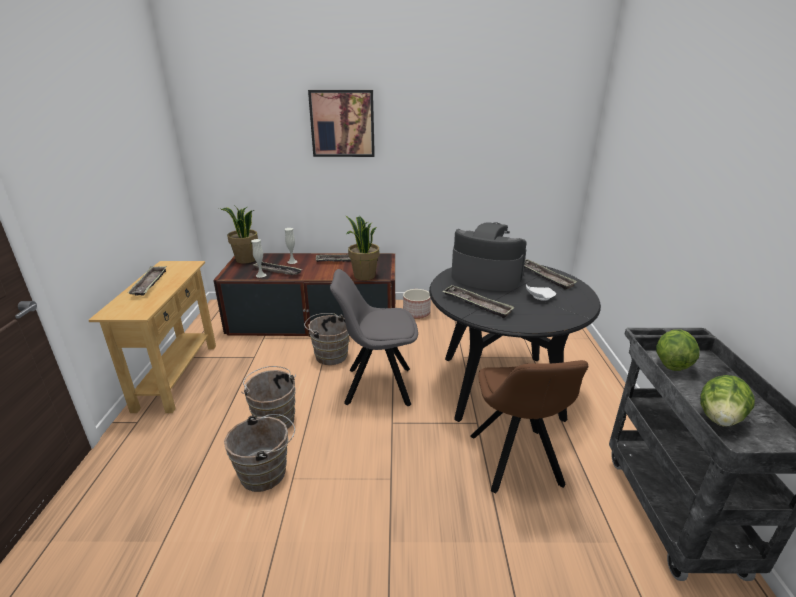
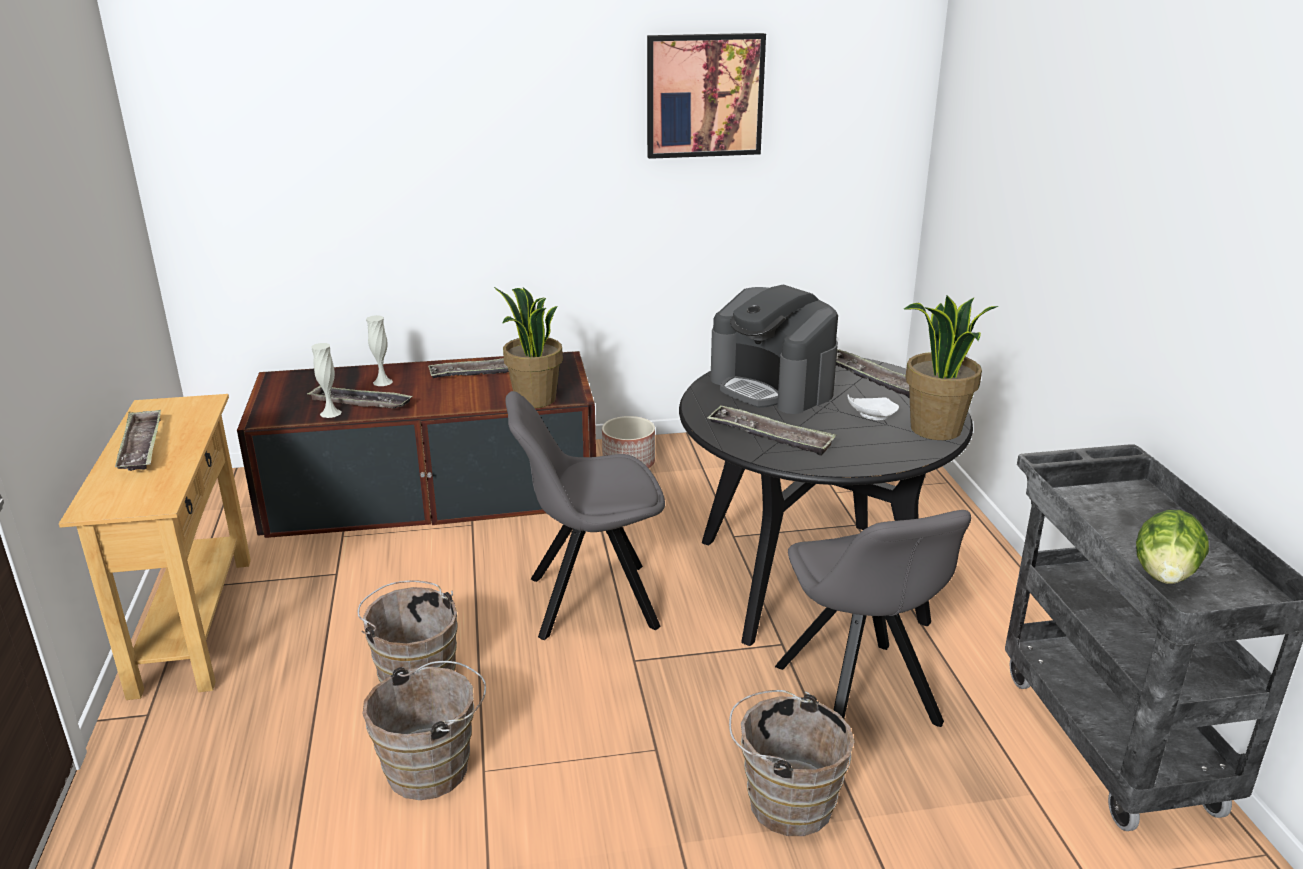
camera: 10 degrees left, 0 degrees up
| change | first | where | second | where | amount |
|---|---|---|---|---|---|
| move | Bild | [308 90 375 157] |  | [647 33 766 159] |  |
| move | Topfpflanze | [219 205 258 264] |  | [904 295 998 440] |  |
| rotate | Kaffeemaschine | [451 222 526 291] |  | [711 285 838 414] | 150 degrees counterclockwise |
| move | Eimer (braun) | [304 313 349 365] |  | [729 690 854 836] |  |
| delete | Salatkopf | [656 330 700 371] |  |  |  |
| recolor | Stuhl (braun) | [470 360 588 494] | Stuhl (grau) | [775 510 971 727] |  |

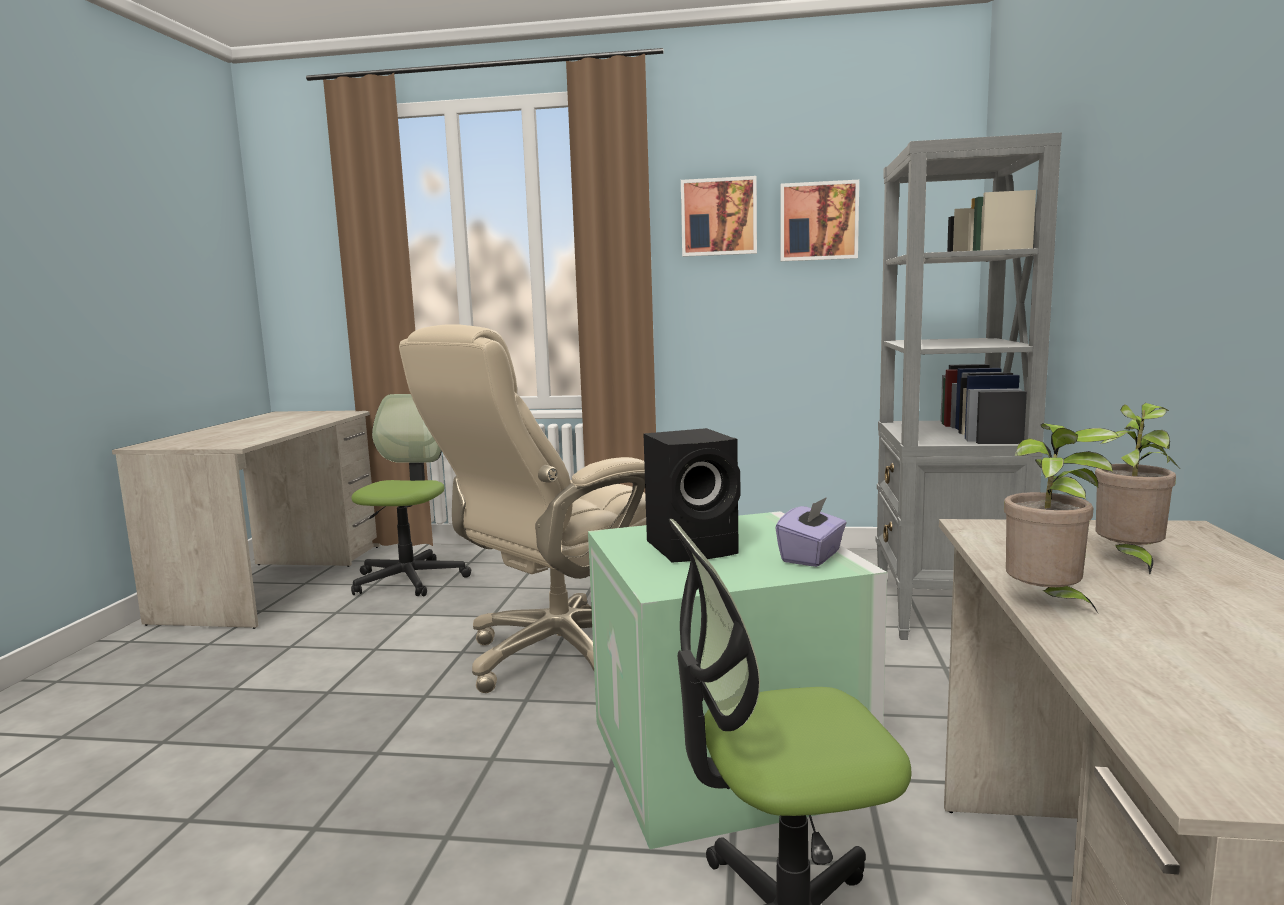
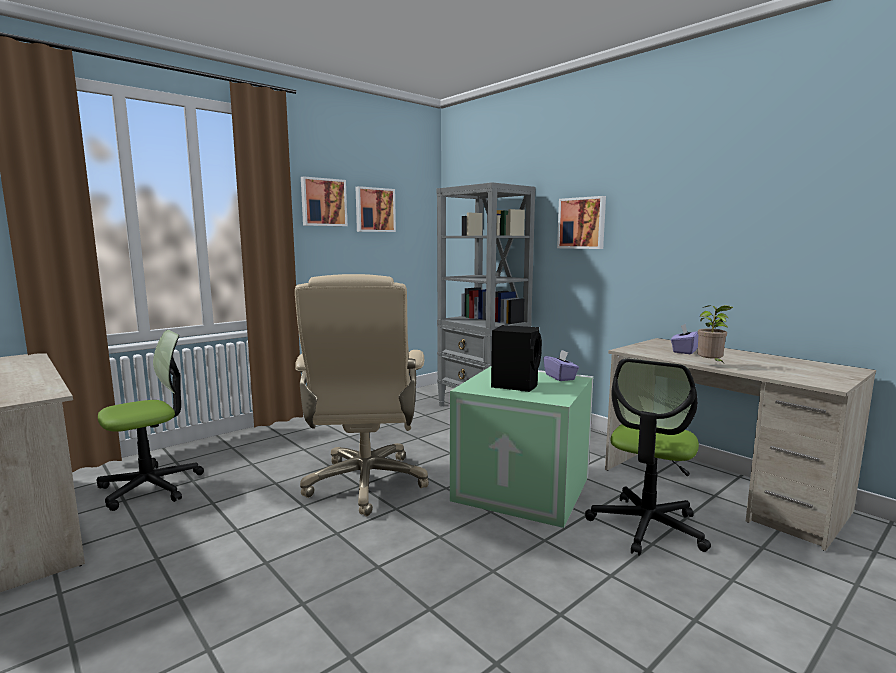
camera: 50 degrees left, 0 degrees up
| change | first | where | second | where | amount |
|---|---|---|---|---|---|
| rotate | Bürostuhl | [351 394 471 596] |  | [96 330 204 511] | 90 degrees clockwise |
| replace | Topfpflanze | [1095 403 1179 574] | Taschentuchbox (lila) | [671 324 698 354] |  |
| insert |  |  | Bild | [557 196 606 249] |  |

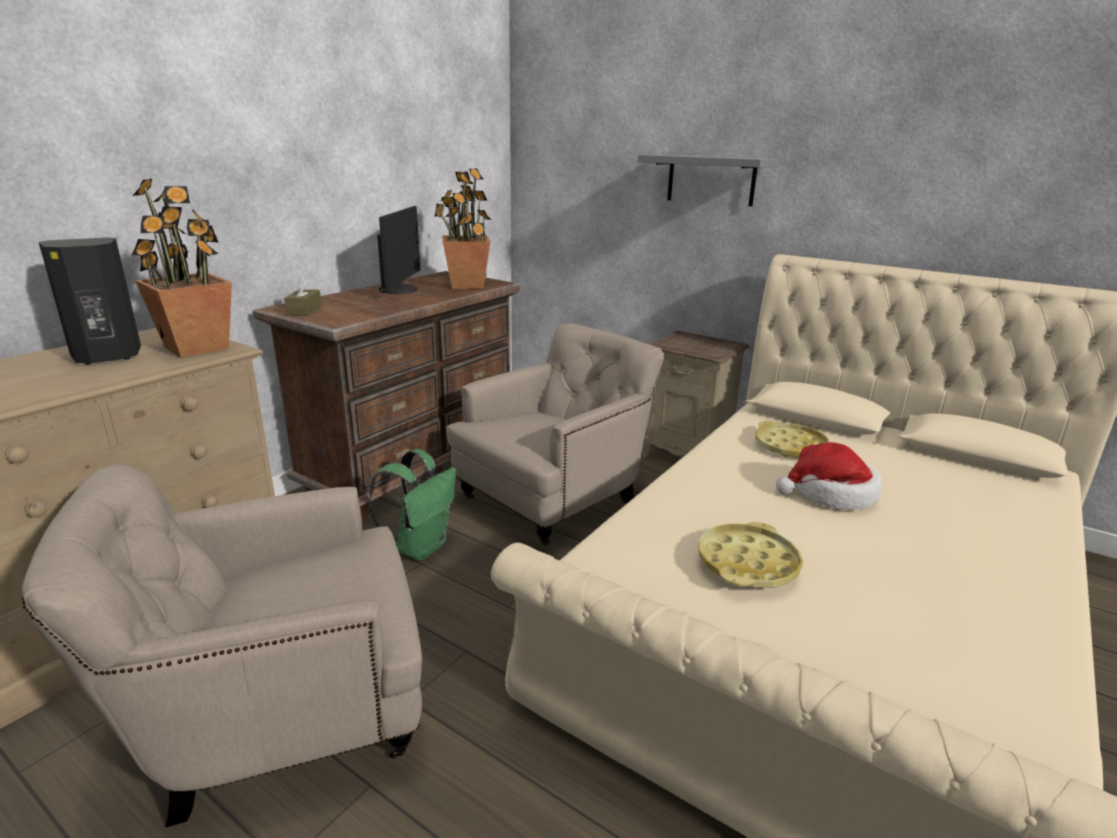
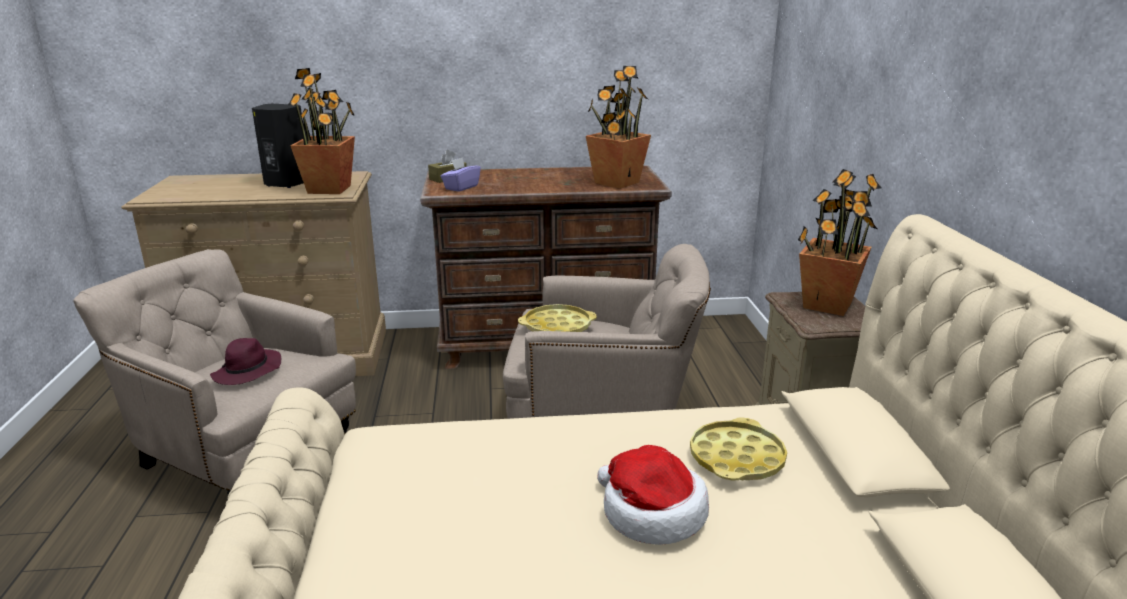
camera: 50 degrees right, 0 degrees up
| change | first | where | second | where | amount |
|---|---|---|---|---|---|
| delete | Wandregal (grau) | [638 155 776 206] |  |  |  |
| delete | Monitor | [377 206 420 294] |  |  |  |
| delete | Rucksack (grün) | [368 449 456 560] |  |  |  |
| move | Tablett (gelb) | [698 522 803 588] |  | [518 304 597 332] |  |
| insert |  |  | Taschentuchbox (lila) | [441 157 481 192] |  |
| insert |  |  | Topfpflanze | [798 169 882 316] |  |
| insert |  |  | Hut (lila) | [210 338 281 385] |  |

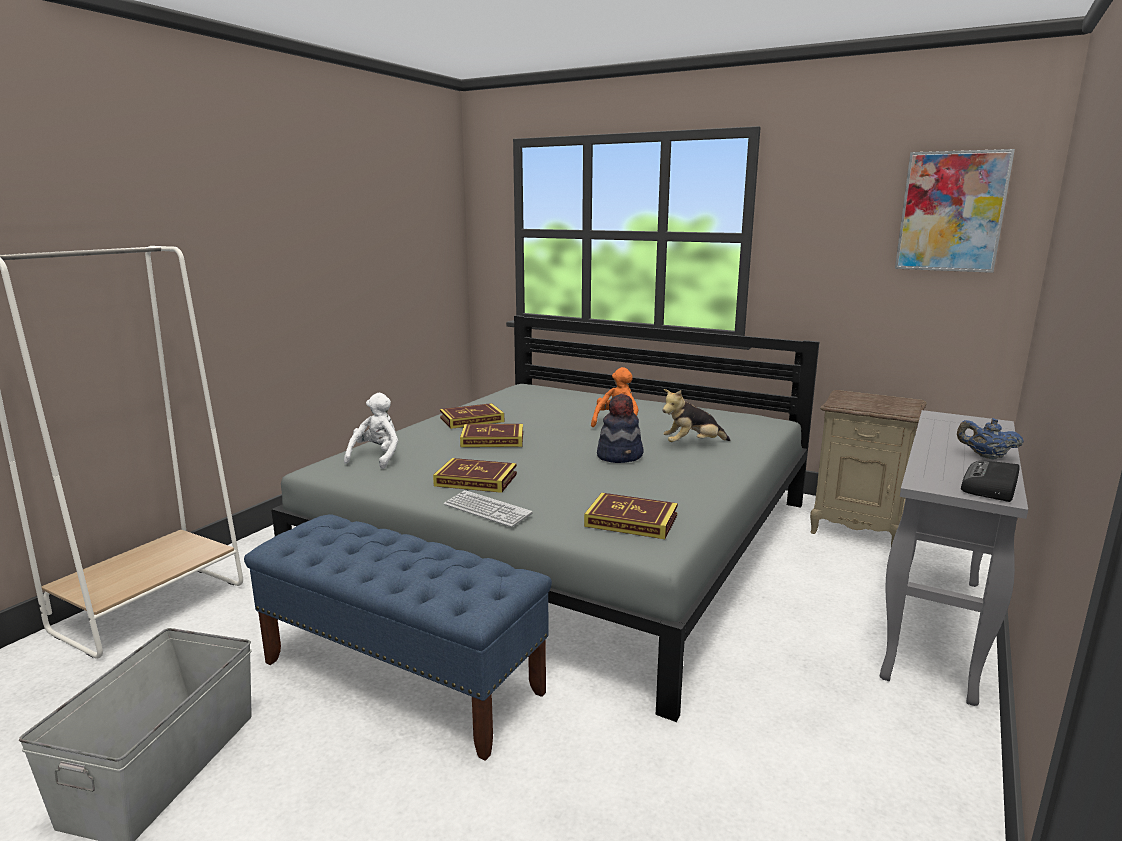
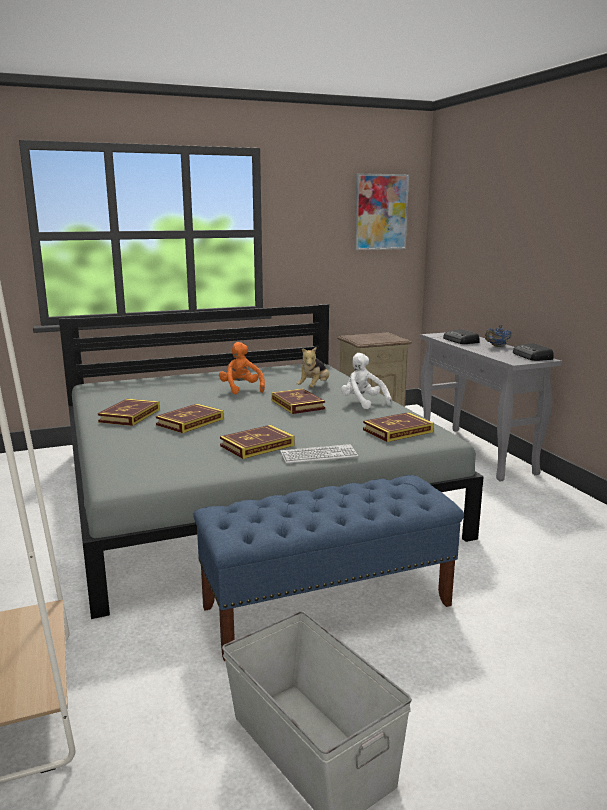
camera: 50 degrees left, 0 degrees up
| change | first | where | second | where | amount |
|---|---|---|---|---|---|
| move | Plüschtier (weiß) | [344 393 398 469] |  | [341 353 392 409] |  |
| replace | Hut | [597 394 644 463] | Buch | [271 388 325 414] |  |
| insert |  |  | Radio | [443 329 480 344] |  |

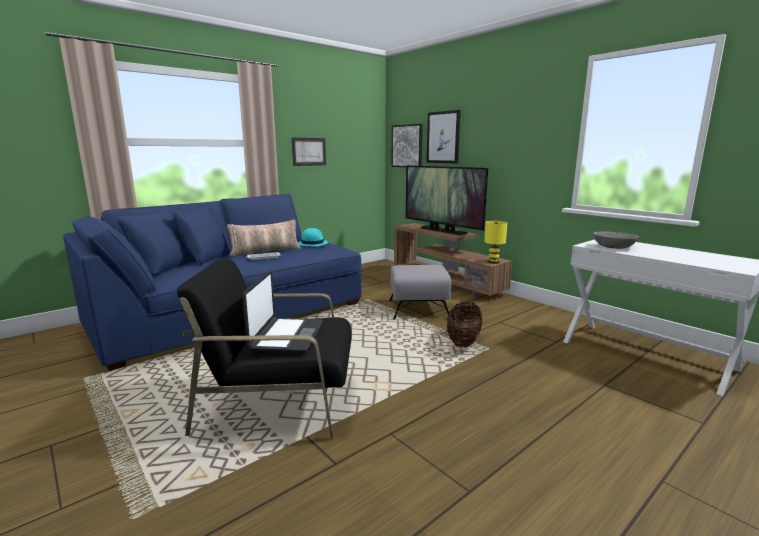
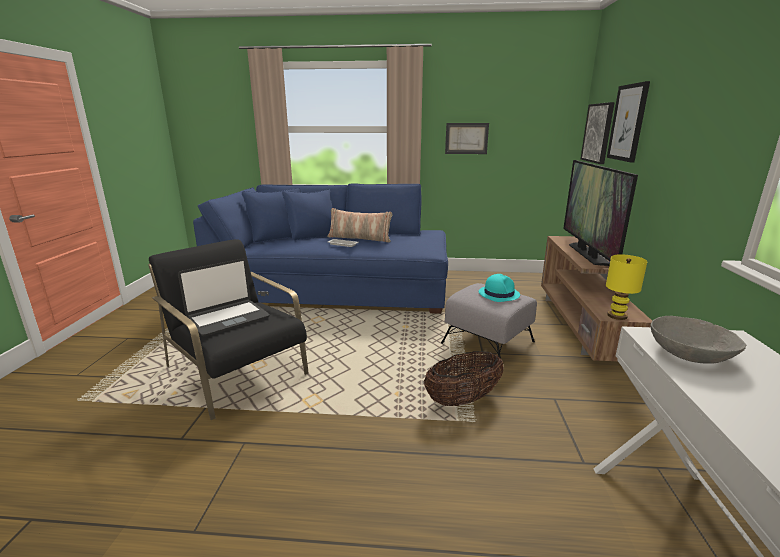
camera: 45 degrees right, 5 degrees up
| change | first | where | second | where | amount |
|---|---|---|---|---|---|
| move | Hut (türkis) | [298 228 328 247] |  | [479 274 520 302] |  |

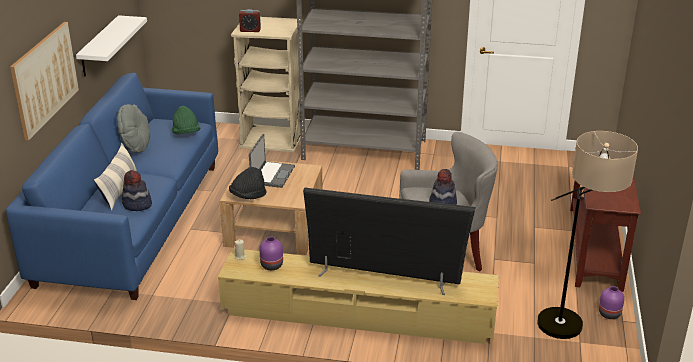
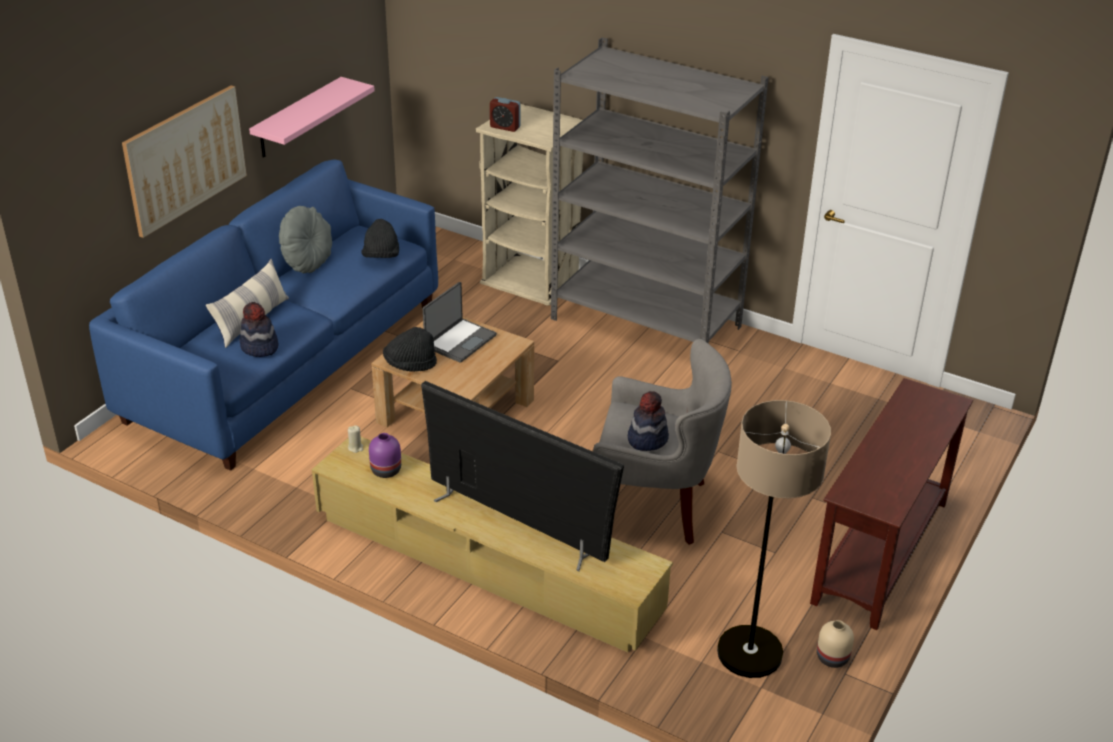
camera: 20 degrees right, 5 degrees up
| change | first | where | second | where | amount |
|---|---|---|---|---|---|
| recolor | Wandregal (weiß) | [76 15 147 76] | Wandregal (rosa) | [249 77 375 158] |  |
| recolor | Hut (grün) | [172 106 200 134] | Hut (schwarz) | [361 219 399 258] |  |
| recolor | Vase (lila) | [599 286 624 319] | Vase (beige) | [817 620 854 668] |  |

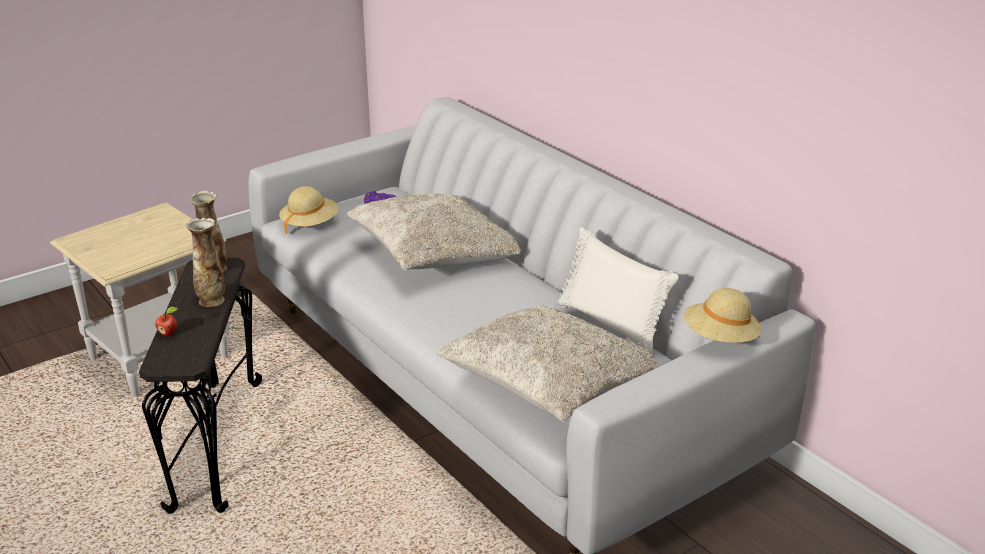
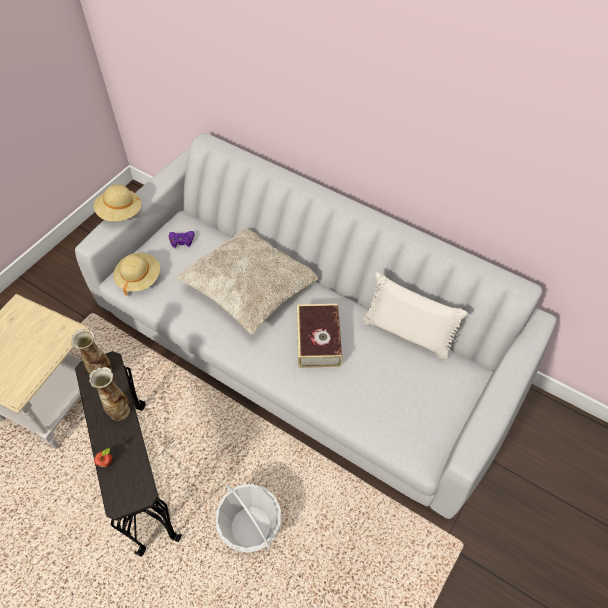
camera: 20 degrees left, 25 degrees up
| change | first | where | second | where | amount |
|---|---|---|---|---|---|
| move | Hut (beige) | [684 288 762 343] |  | [94 184 143 221] |  |
| delete | Kissen (beige) | [437 305 659 422] |  |  |  |
| insert |  |  | Buch | [297 304 342 368] |  |
| insert |  |  | Korb | [215 484 282 553] |  |

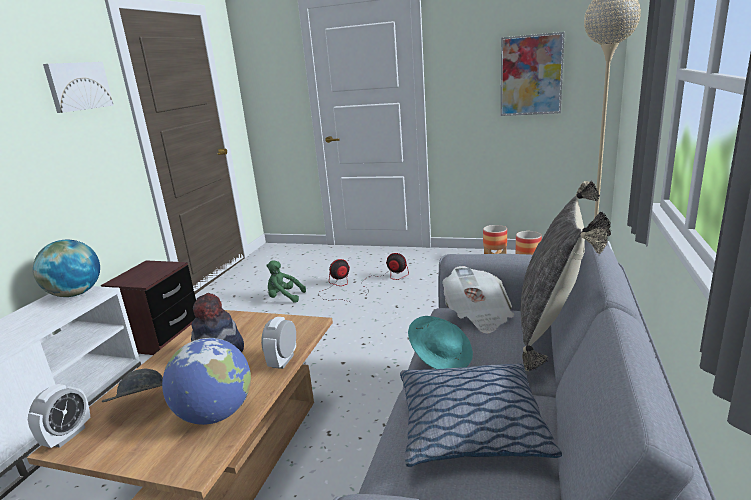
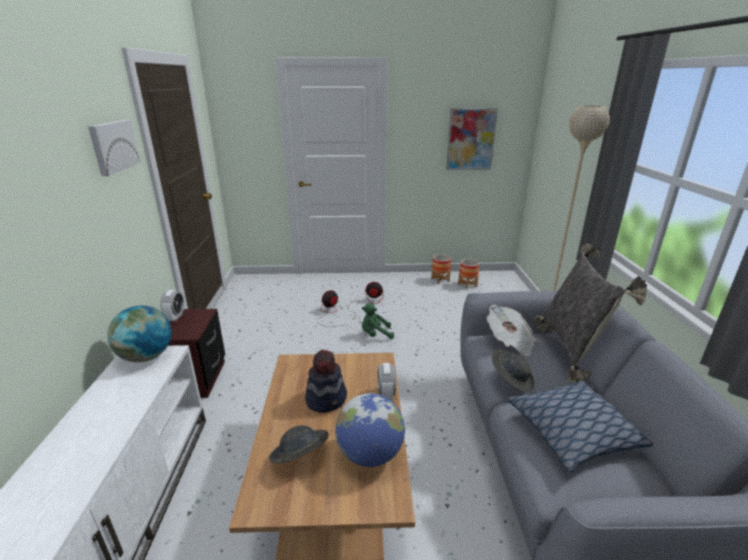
camera: 20 degrees left, 5 degrees up
| change | first | where | second | where | amount |
|---|---|---|---|---|---|
| move | Plüschtier (grün) | [266 260 306 303] |  | [362 303 394 339] |  |
| recolor | Hut (türkis) | [408 316 473 369] | Hut (grau) | [492 349 534 392] |  |
| move | Wecker | [28 384 91 448] |  | [160 290 184 322] |  |

